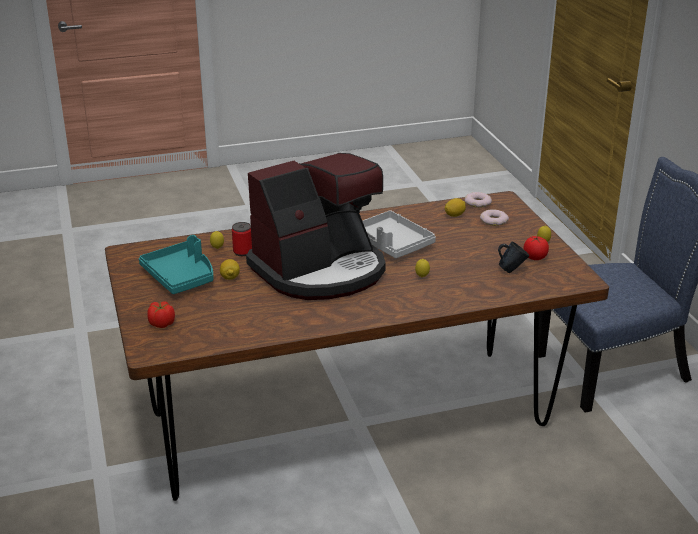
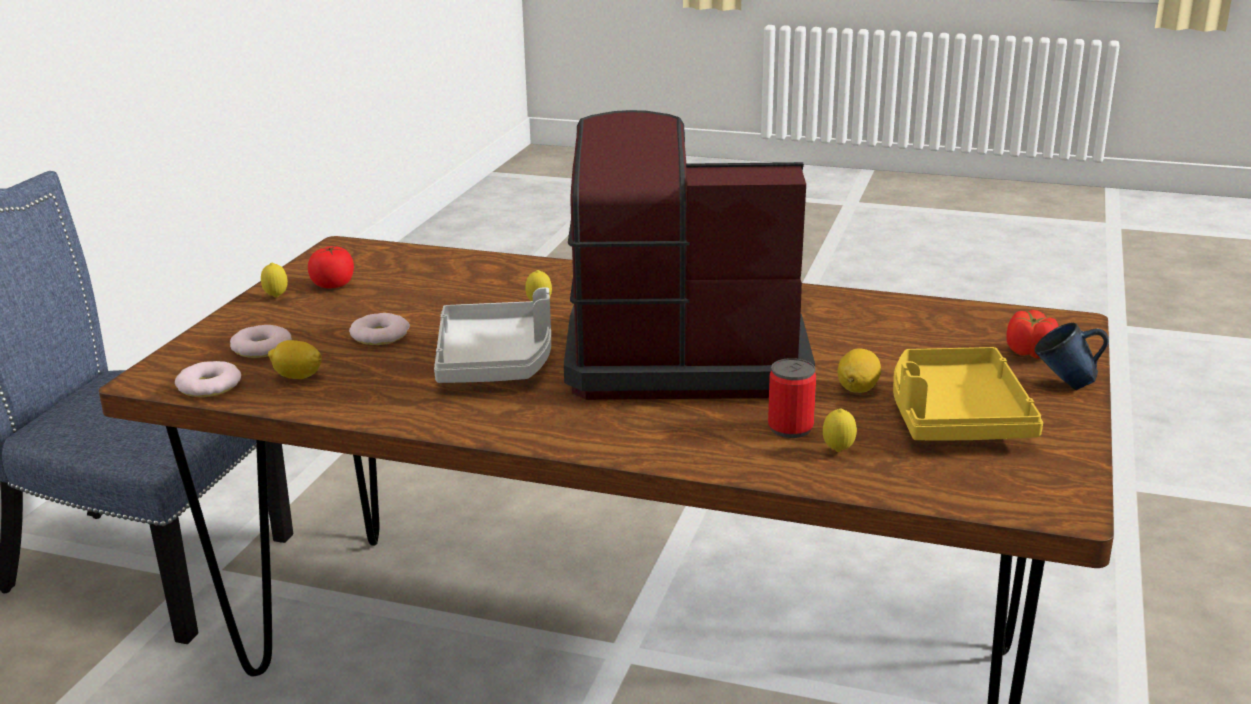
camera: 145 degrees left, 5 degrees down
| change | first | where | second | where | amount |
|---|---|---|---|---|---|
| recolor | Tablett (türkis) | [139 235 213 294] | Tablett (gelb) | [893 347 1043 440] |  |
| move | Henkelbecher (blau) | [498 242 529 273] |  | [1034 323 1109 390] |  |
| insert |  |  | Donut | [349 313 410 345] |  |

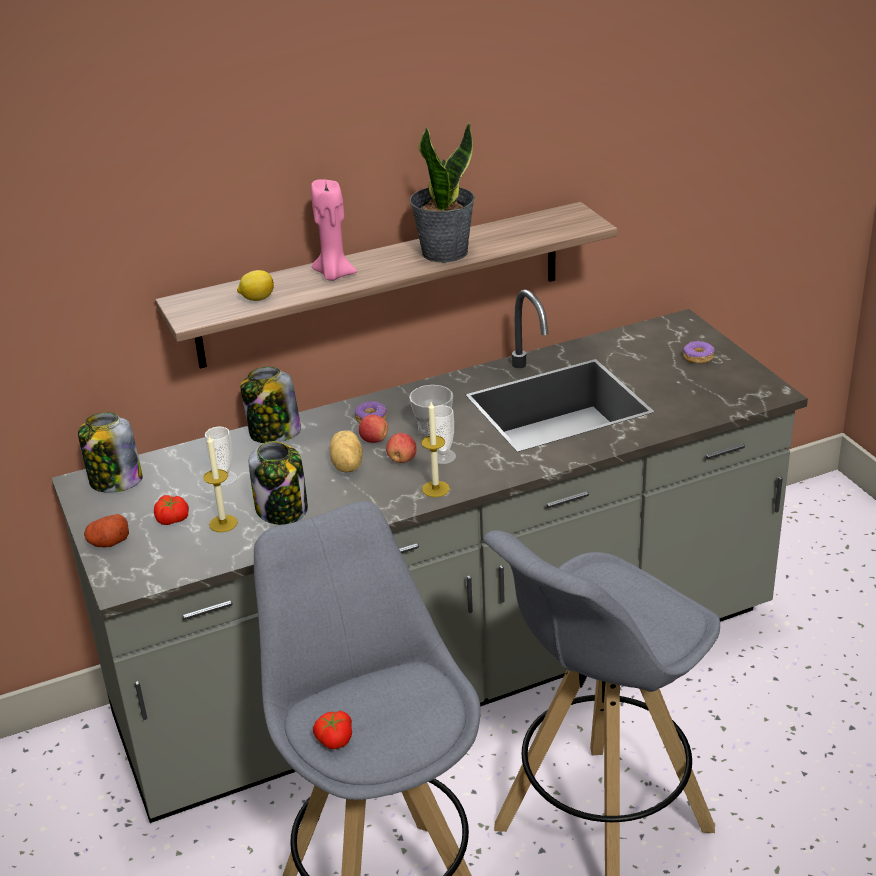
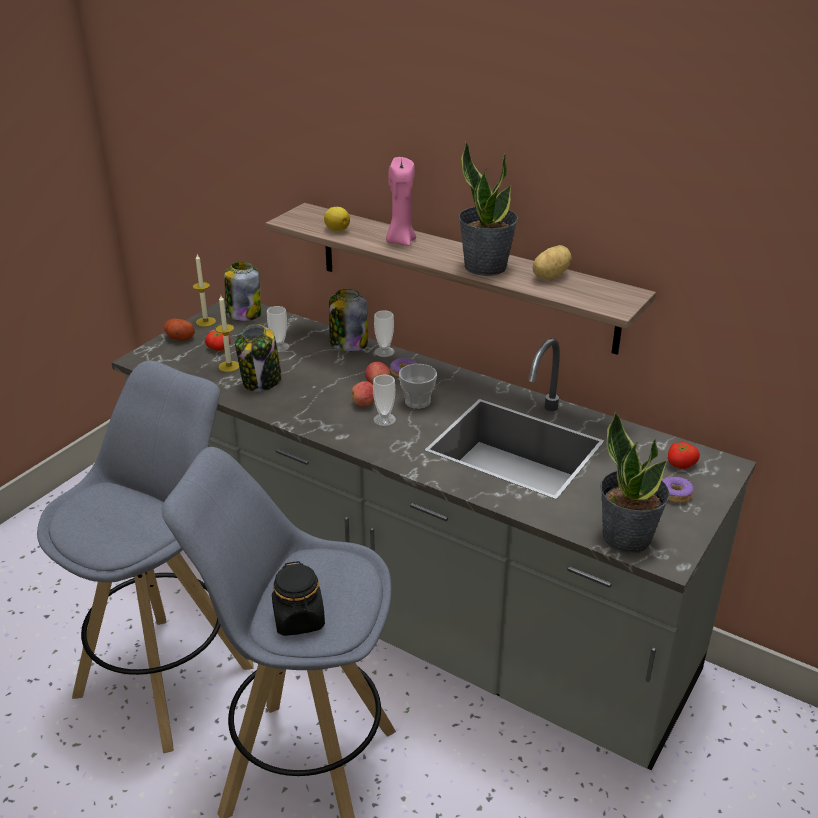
camera: 55 degrees right, 0 degrees up
| change | first | where | second | where | amount |
|---|---|---|---|---|---|
| move | Kerze | [421 402 450 497] |  | [192 254 216 327] |  |
| move | Kartoffel | [330 431 363 472] |  | [533 245 572 279] |  |
| move | Tomate | [313 711 352 749] |  | [668 442 700 469] |  |
| insert |  |  | Tasse | [374 310 395 357] |  |
| insert |  |  | Topfpflanze | [600 412 670 554] |  |
| insert |  |  | Vorratsglas (schwarz) | [272 561 325 636] |  |

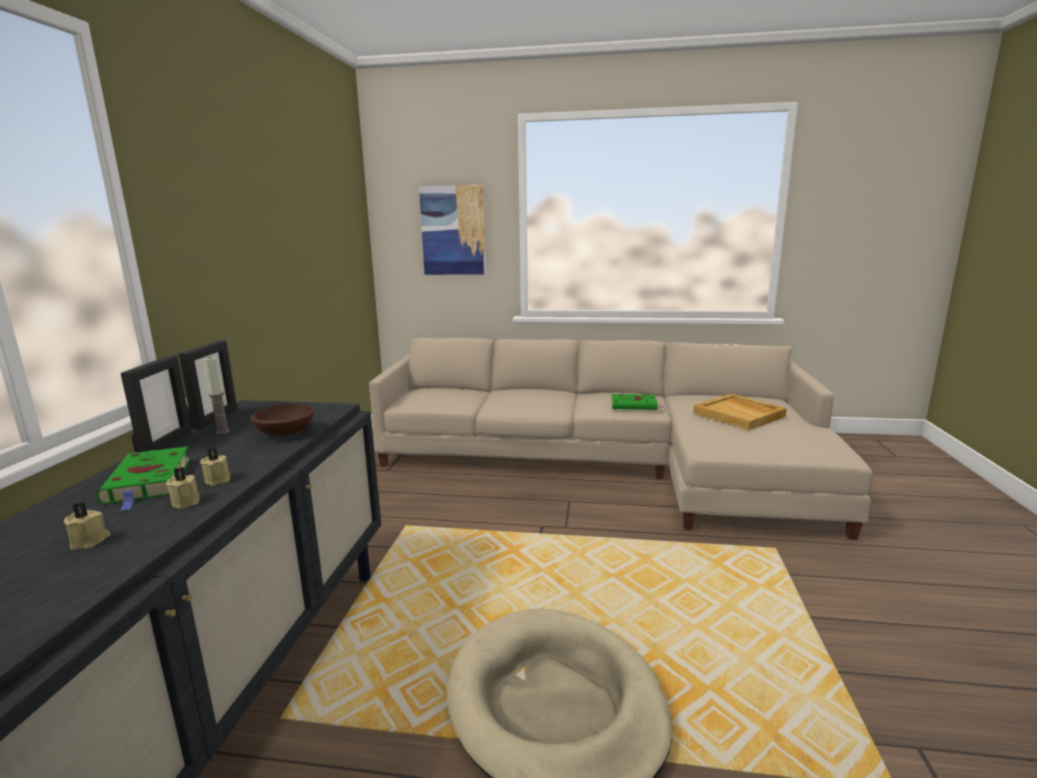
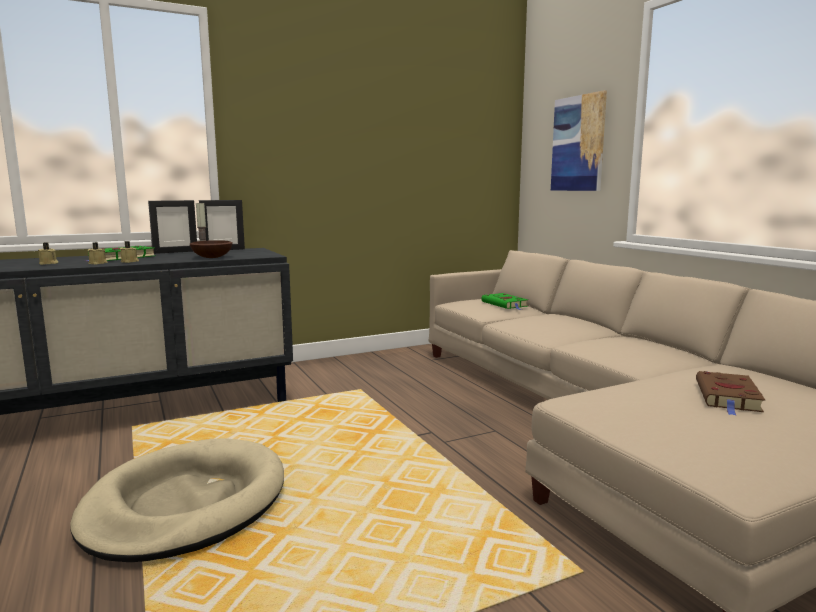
camera: 55 degrees right, 5 degrees down
| change | first | where | second | where | amount |
|---|---|---|---|---|---|
| move | Buch (grün) | [611 394 665 410] |  | [481 293 528 310] |  |
| replace | Tablett (beige) | [693 394 787 431] | Buch (braun) | [696 371 765 415] |  |

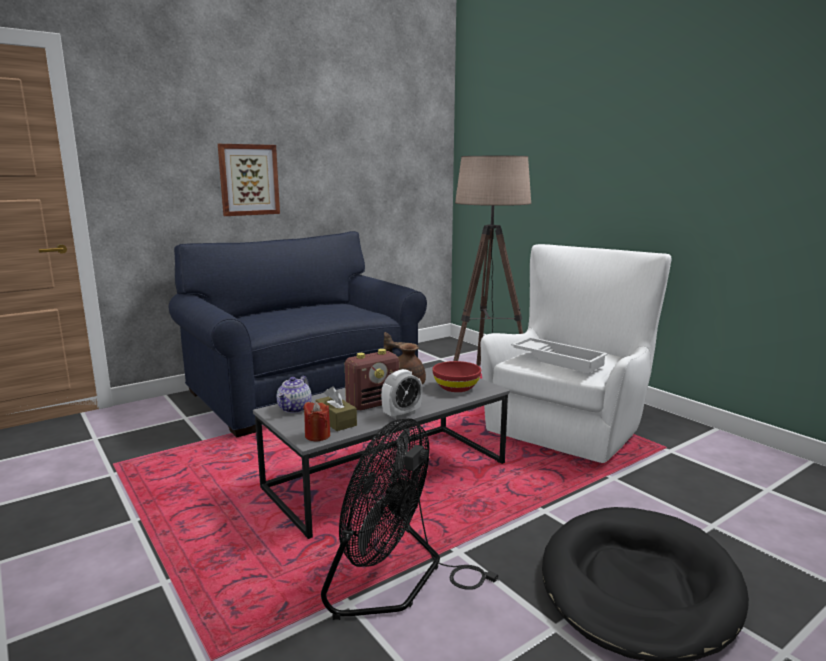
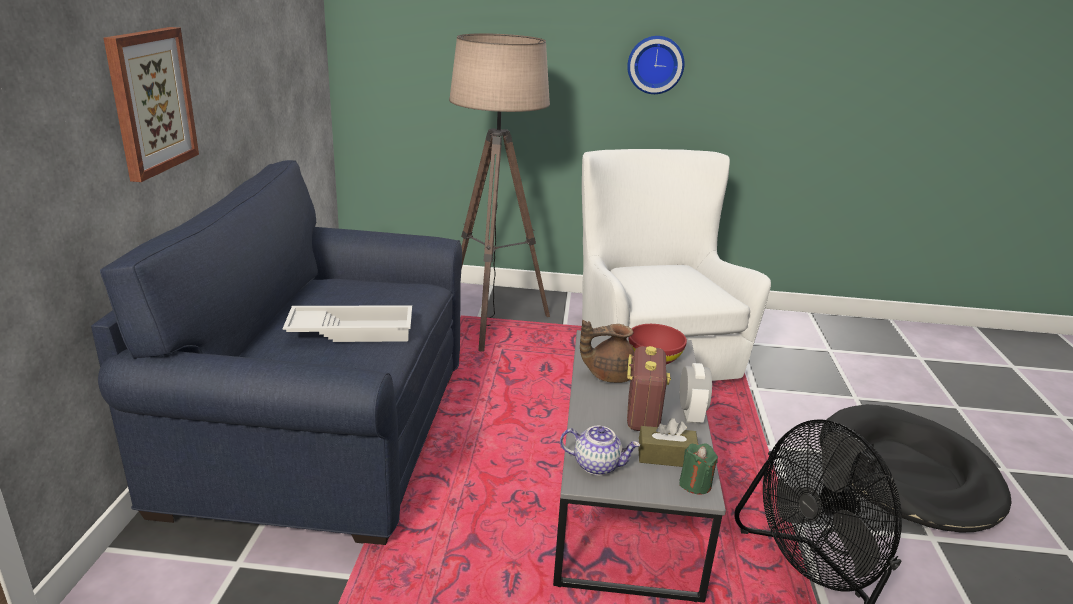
camera: 50 degrees left, 10 degrees up
| change | first | where | second | where | amount |
|---|---|---|---|---|---|
| move | Tablett (weiß) | [511 337 608 373] |  | [283 305 412 342] |  |
| rotate | Teekanne | [277 376 312 413] |  | [560 426 640 475] | 45 degrees counterclockwise |
| recolor | Kerze (rot) | [303 402 330 441] | Kerze (grün) | [679 443 718 495] |  |
| insert |  |  | Wanduhr | [627 36 684 94] |  |

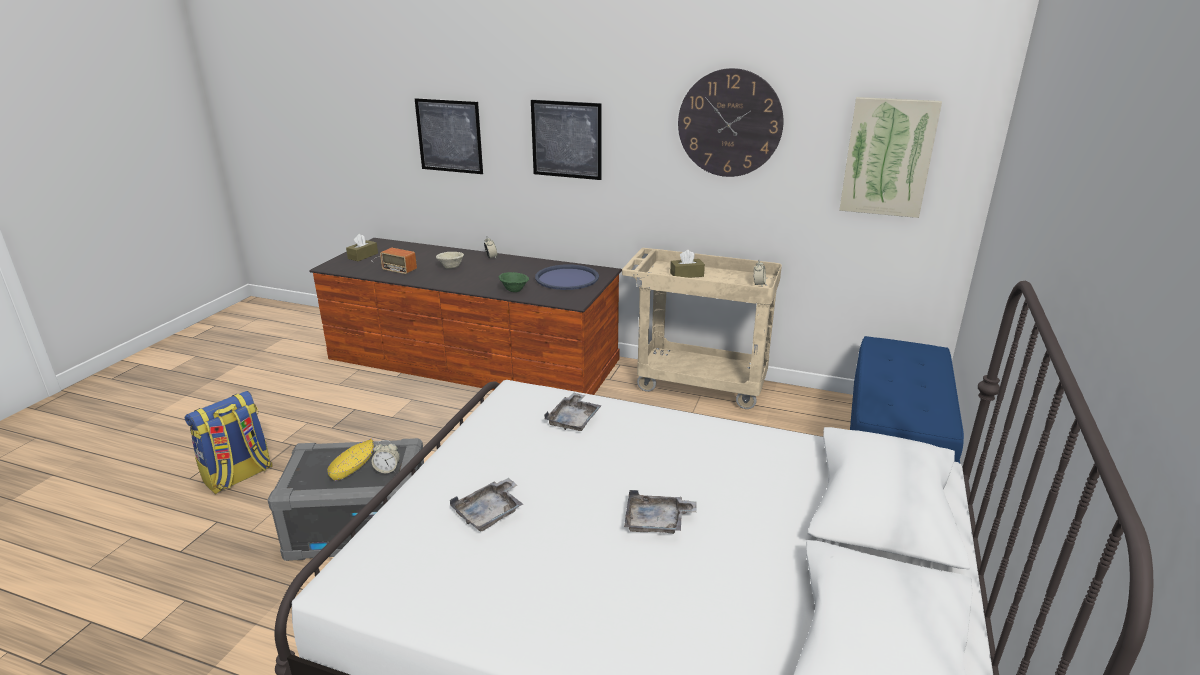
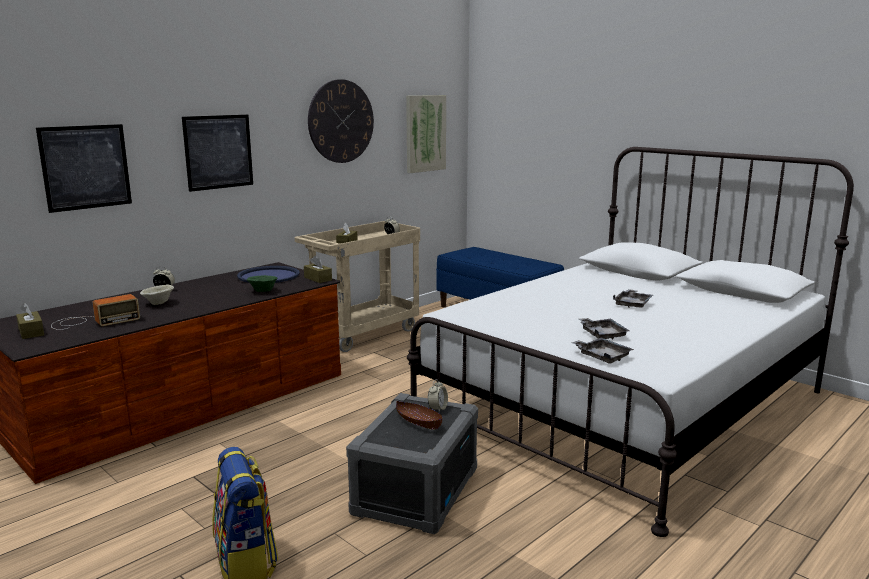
camera: 65 degrees left, 10 degrees down
| change | first | where | second | where | amount |
|---|---|---|---|---|---|
| move | Tablett (grau) | [544 392 602 431] |  | [572 338 634 364] |  |
| recolor | Schüssel (gelb) | [327 438 374 481] | Schüssel (braun) | [396 401 442 430] |  |
| insert |  |  | Taschentuchbox (braun) | [304 255 332 283] |  |

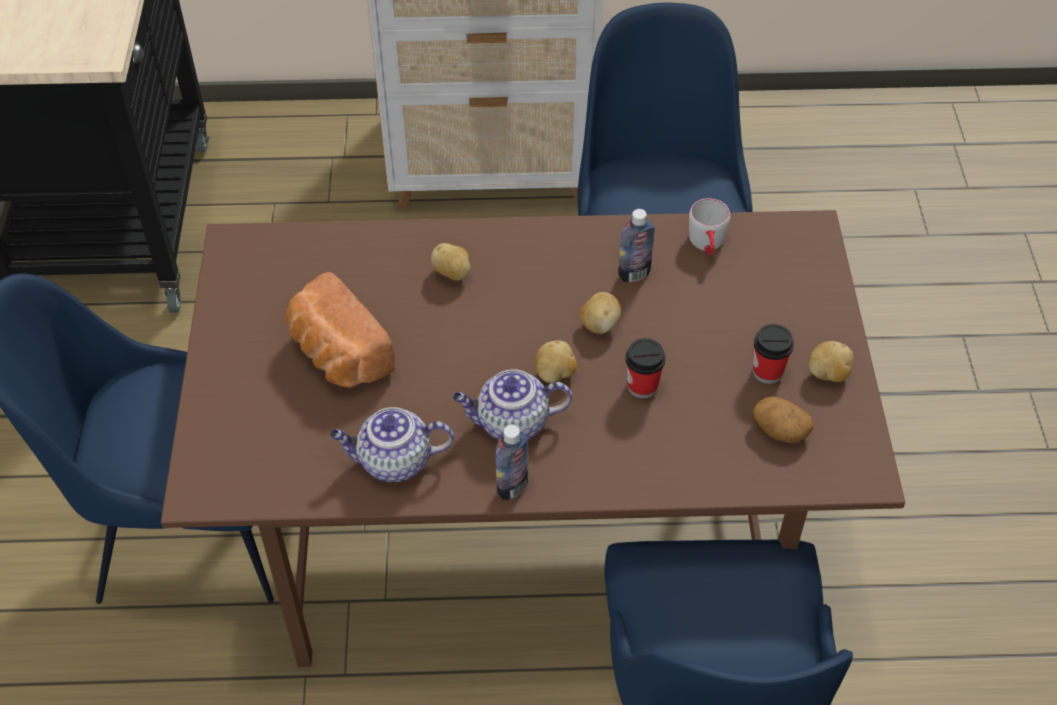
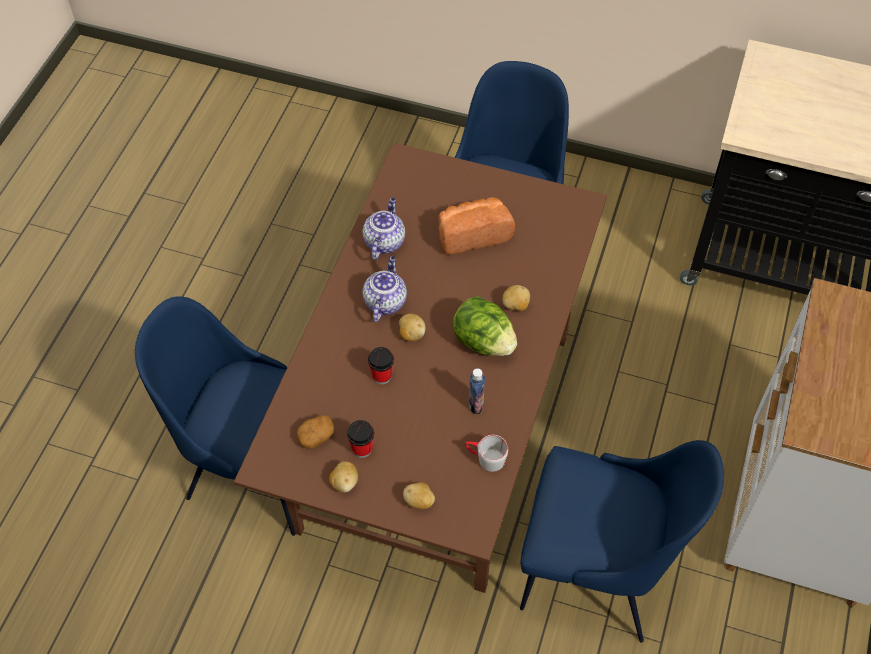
camera: 110 degrees right, 5 degrees up
| change | first | where | second | where | amount |
|---|---|---|---|---|---|
| move | Kartoffel | [580 292 621 334] |  | [403 482 435 509] |  |
| delete | Flasche | [496 425 528 501] |  |  |  |
| insert |  |  | Salatkopf | [452 296 517 356] |  |

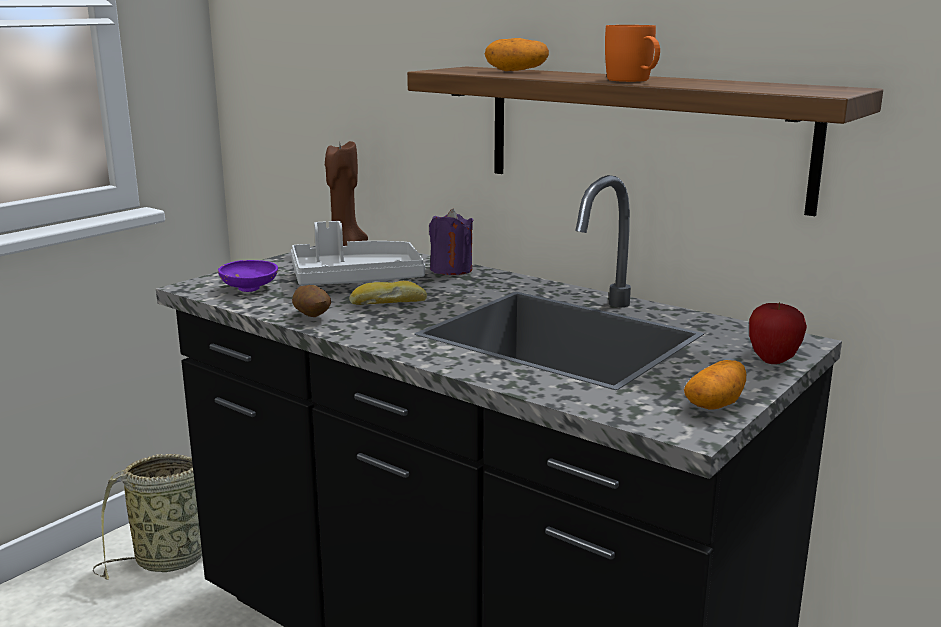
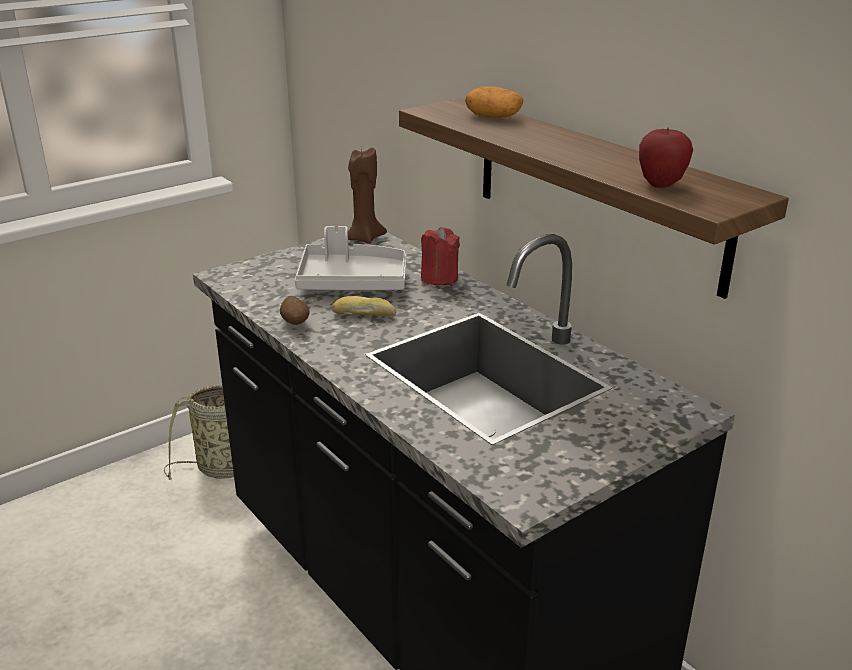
camera: 15 degrees right, 10 degrees up
| change | first | where | second | where | amount |
|---|---|---|---|---|---|
| delete | Henkelbecher (orange) | [605 25 660 82] |  |  |  |
| recolor | Kerze (lila) | [429 208 473 275] | Kerze (rot) | [421 227 460 285] |  |
| delete | Schüssel (lila) | [218 260 278 292] |  |  |  |
| move | Apfel | [749 302 807 364] |  | [639 127 693 188] |  |
| delete | Kartoffel | [684 360 746 409] |  |  |  |

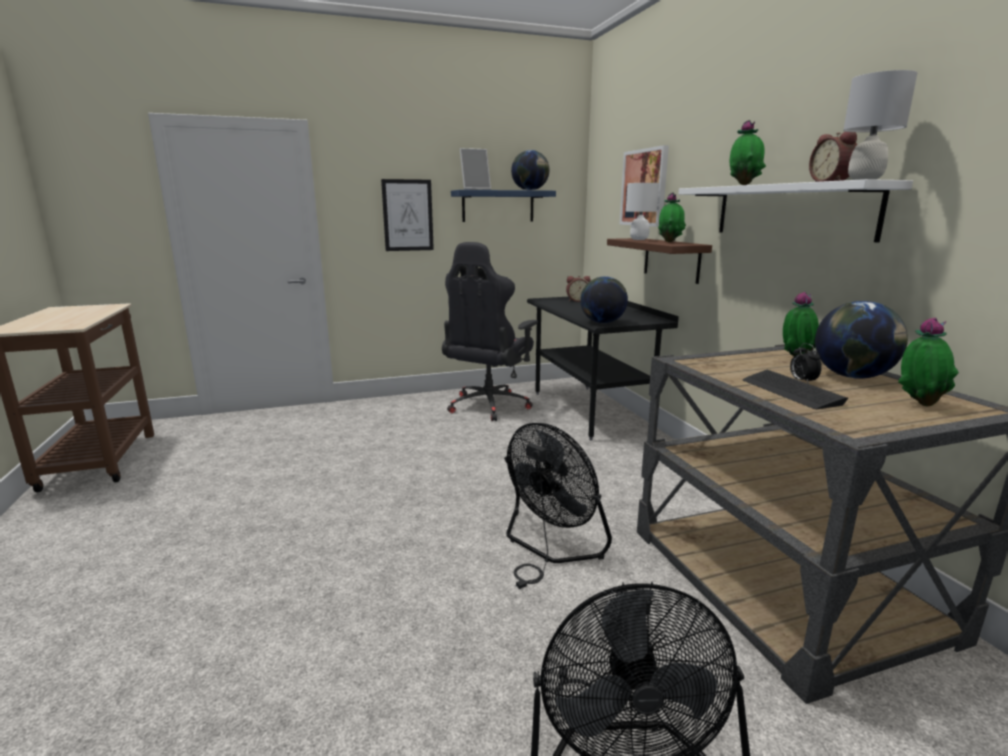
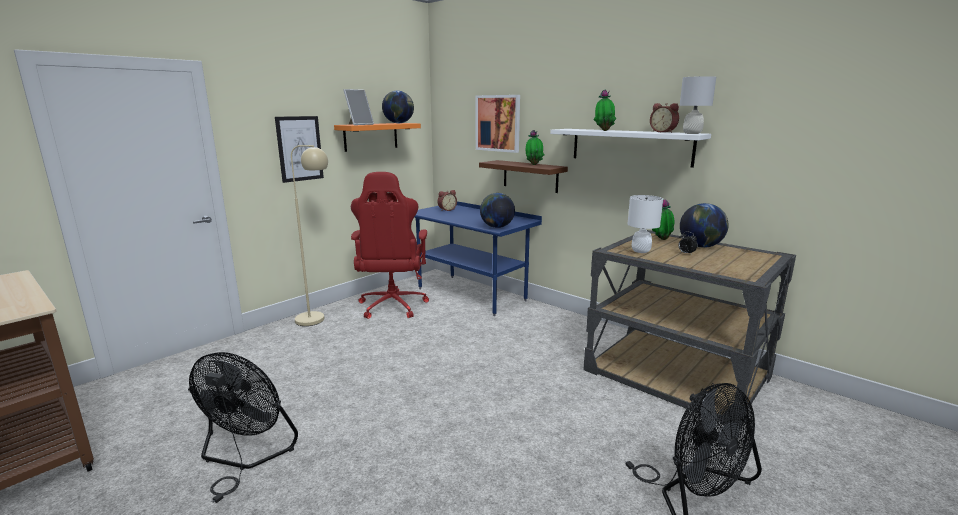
camera: 30 degrees left, 0 degrees up
| change | first | where | second | where | amount |
|---|---|---|---|---|---|
| move | Tischlampe (weiß) | [626 182 659 240] |  | [628 195 663 253] |  |
| recolor | Wandregal (blau) | [451 190 556 222] | Wandregal (orange) | [334 123 421 152] |  |
| recolor | Bürostuhl (schwarz) | [442 242 538 421] | Bürostuhl (rot) | [351 172 429 319] |  |
| recolor | Schreibtisch (schwarz) | [527 297 679 440] | Schreibtisch (blau) | [414 201 542 316] |  |
| delete | Topfpflanze | [898 318 959 406] |  |  |  |
| delete | Tastatur | [743 370 848 409] |  |  |  |
| move | Ventilator (schwarz) | [504 423 612 589] |  | [188 352 298 503] |  |
| insert |  |  | Stehlampe (beige) | [291 145 328 326] |  |

